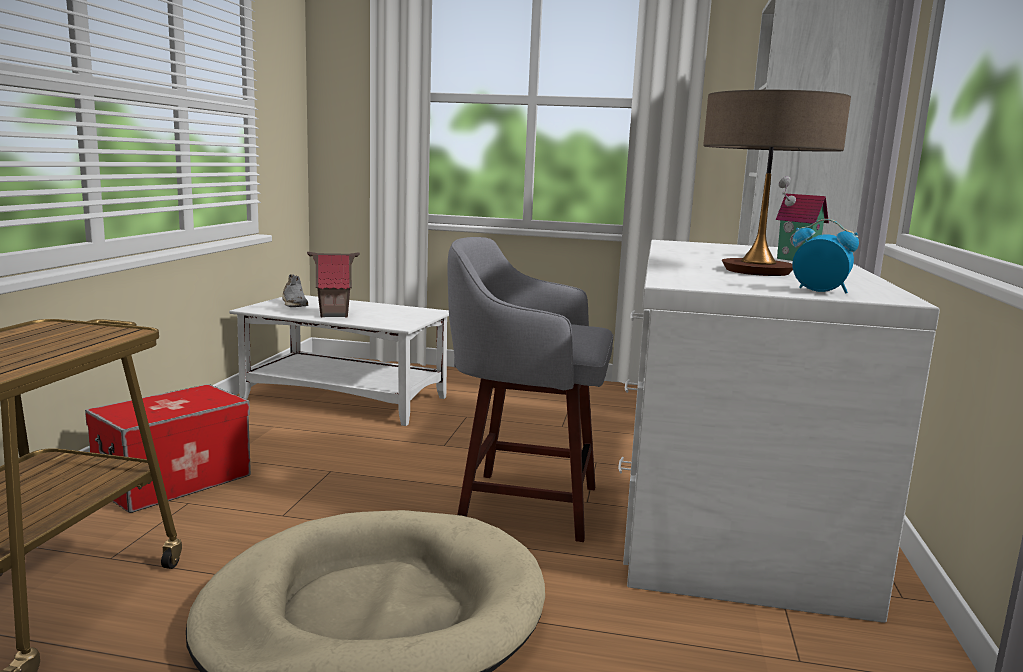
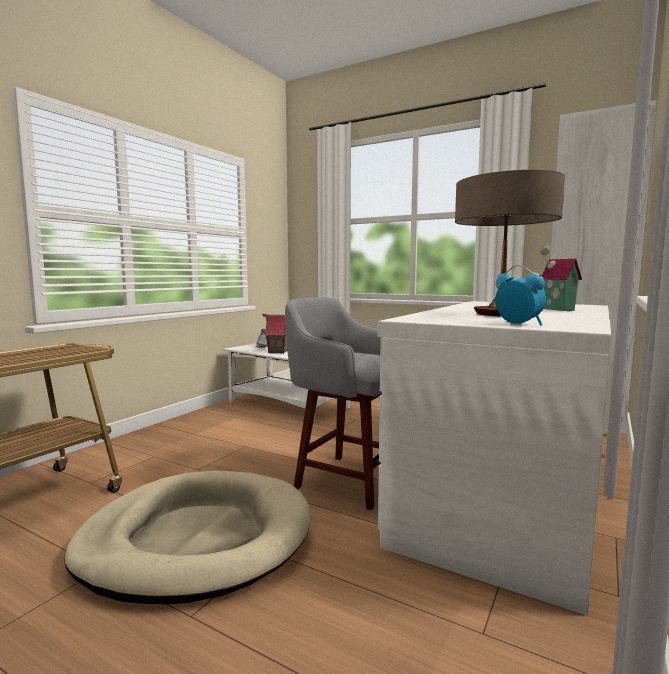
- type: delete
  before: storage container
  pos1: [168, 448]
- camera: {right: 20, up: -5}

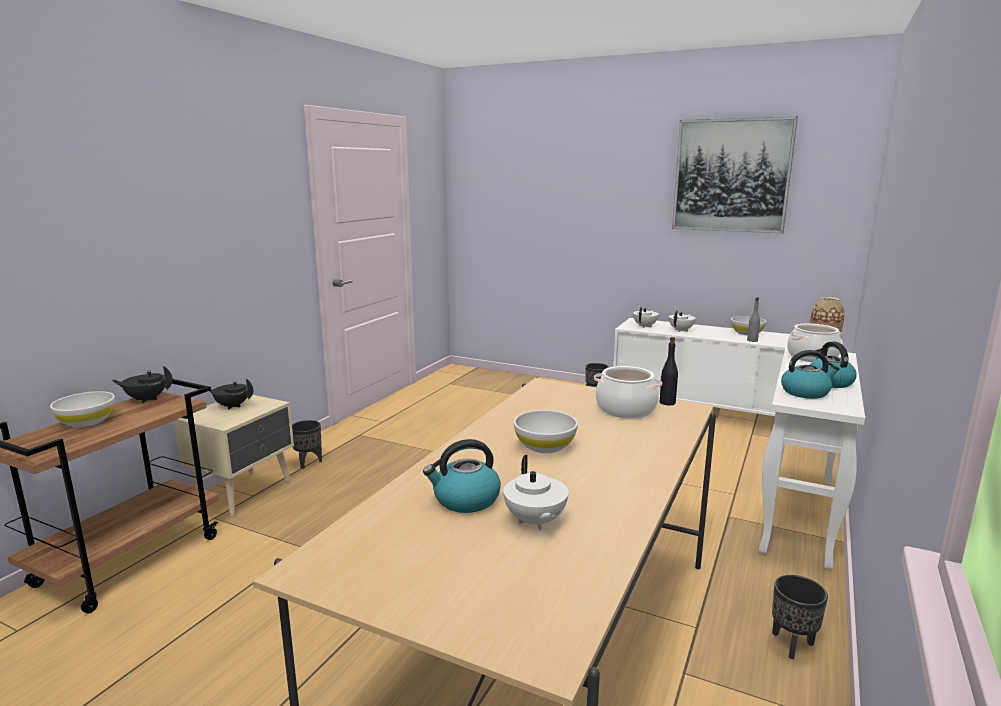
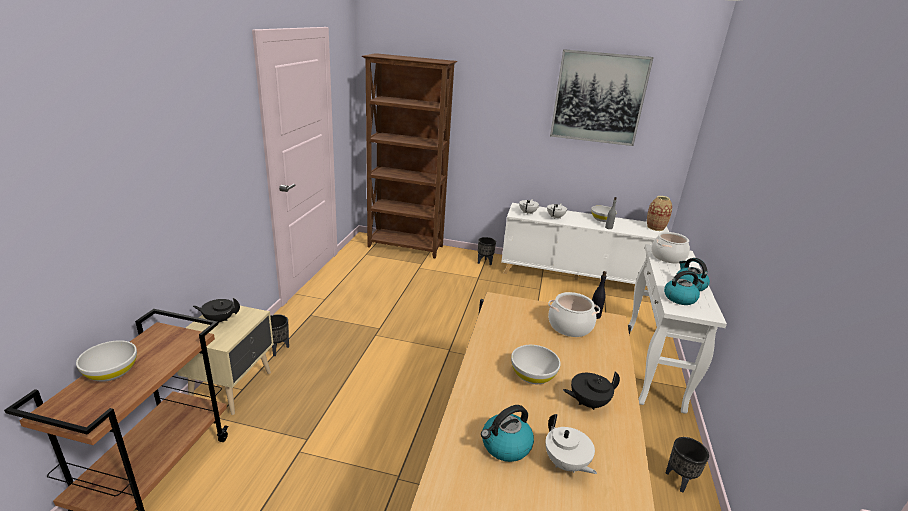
- type: insert
  after: brownish bookcase
  pos2: [409, 155]
- type: move
  before: black-coloured pot for tea
  pos1: [142, 384]
  pos2: [591, 390]
- camera: {right: -15, up: 10}

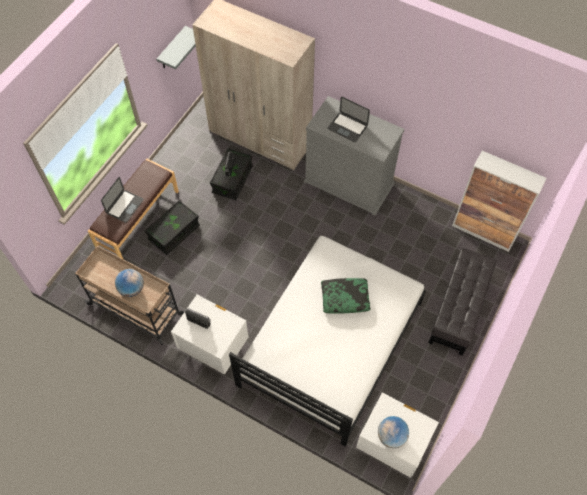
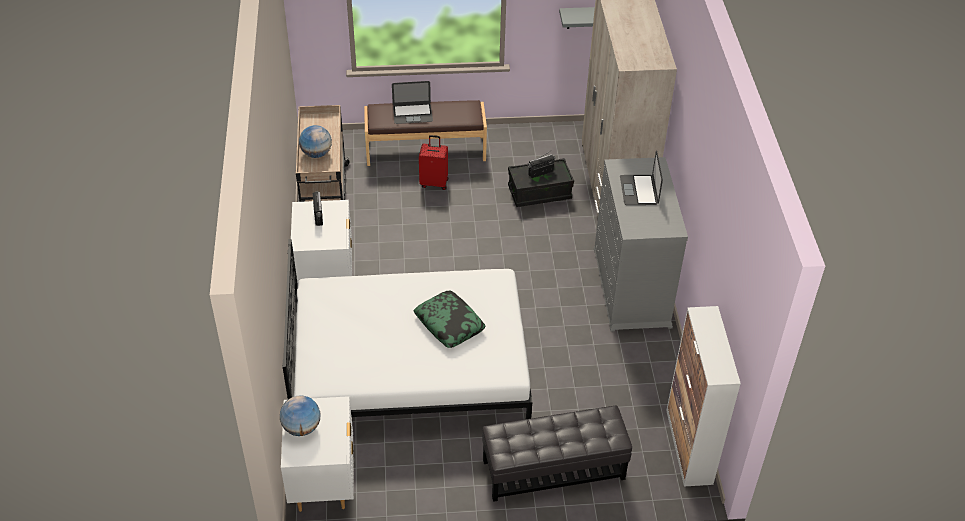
- type: replace
  before: black-coloured storage container
  after: red-coloured piece of luggage
  pos1: [172, 227]
  pos2: [433, 162]
- camera: {right: 55, up: -15}

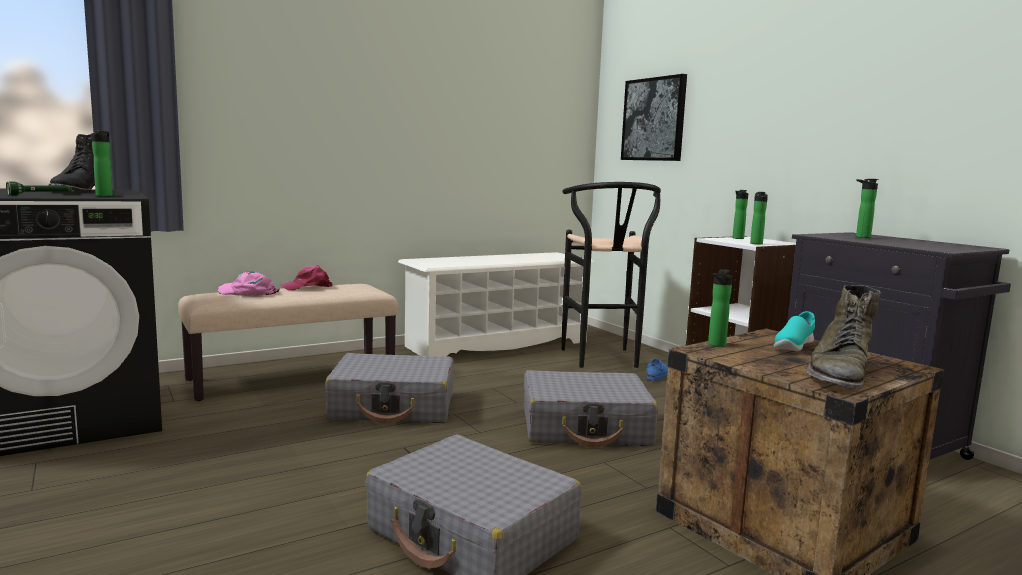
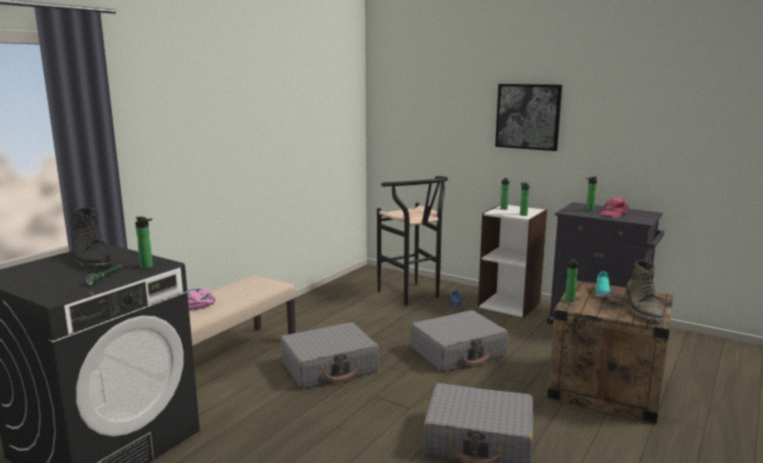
- type: move
  before: picture
  pos1: [654, 117]
  pos2: [528, 117]
- type: move
  before: pink cap
  pos1: [307, 277]
  pos2: [614, 207]
- type: delete
  before: white shoe stand
  pos1: [496, 304]
- camera: {right: -25, up: 5}

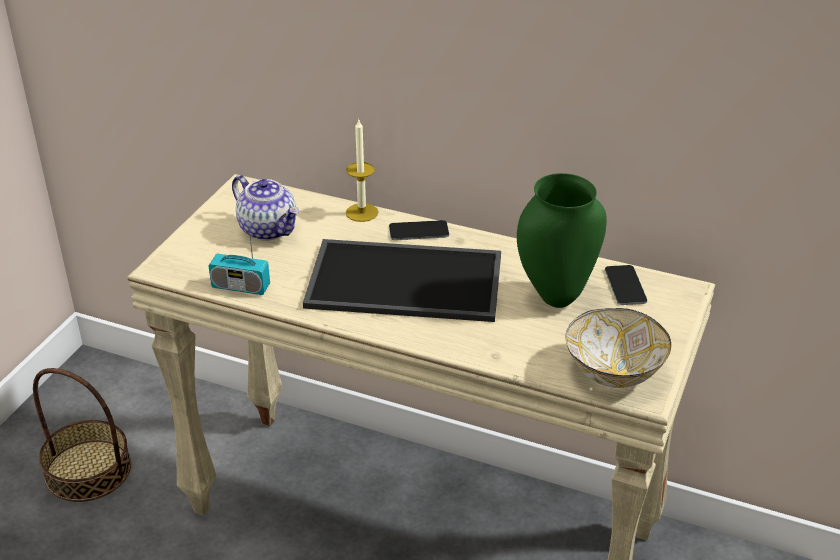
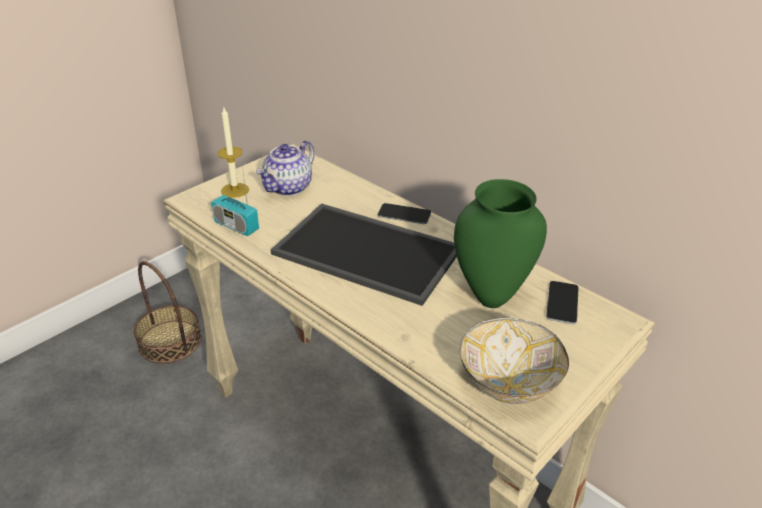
- type: move
  before: wax light
  pos1: [362, 171]
  pos2: [233, 153]
- type: rotate
  before: pot for tea
  pos1: [265, 208]
  pos2: [285, 168]
  turn: 60
- camera: {right: 20, up: 0}

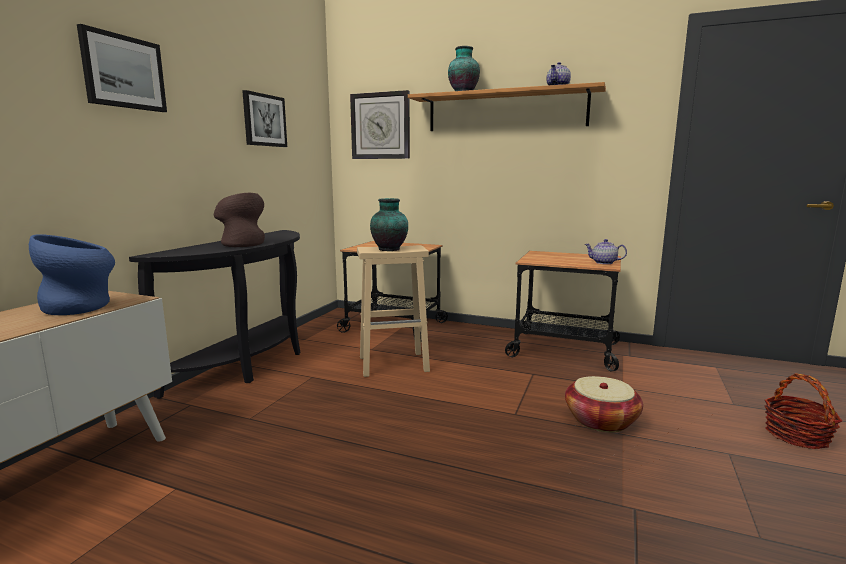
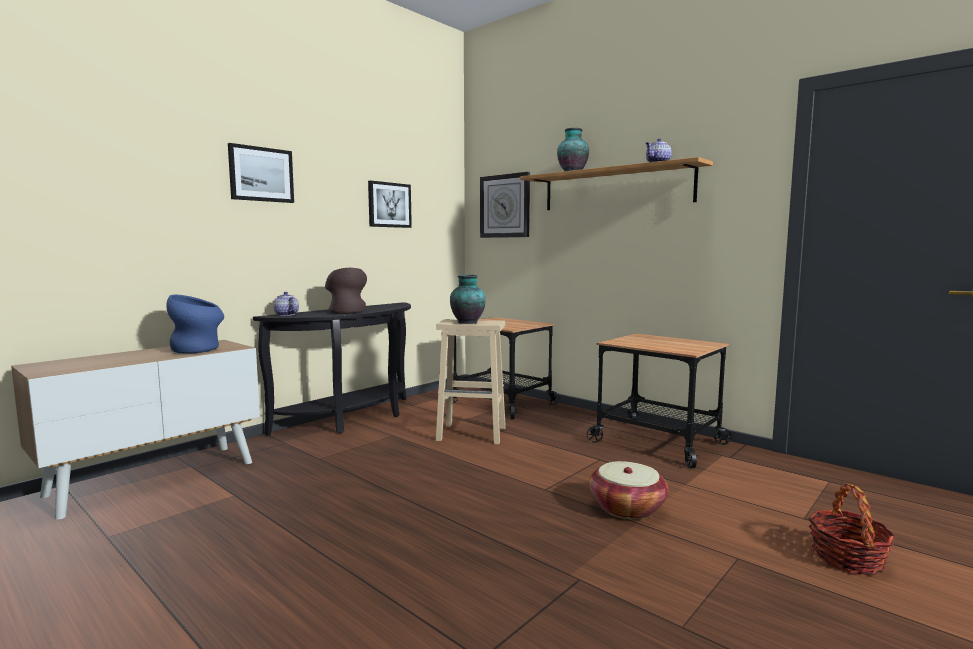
- type: move
  before: pot for tea
  pos1: [606, 251]
  pos2: [286, 304]
- camera: {right: 20, up: -5}

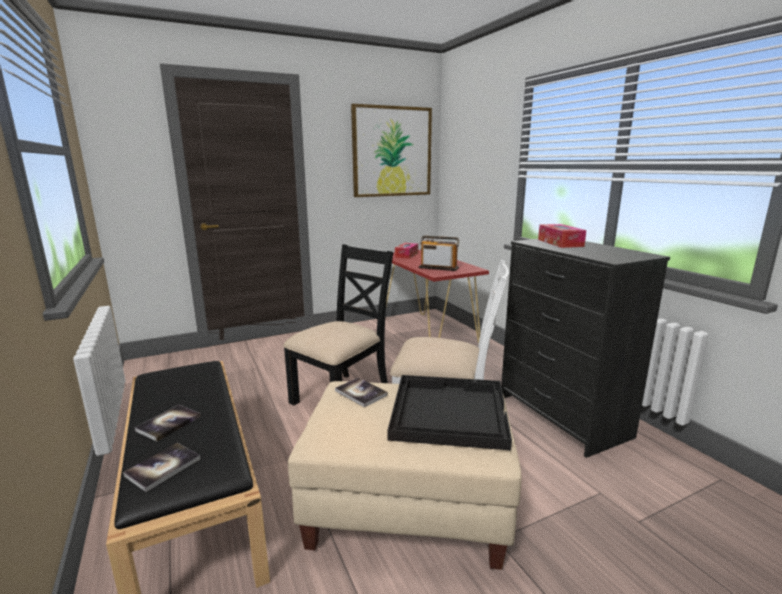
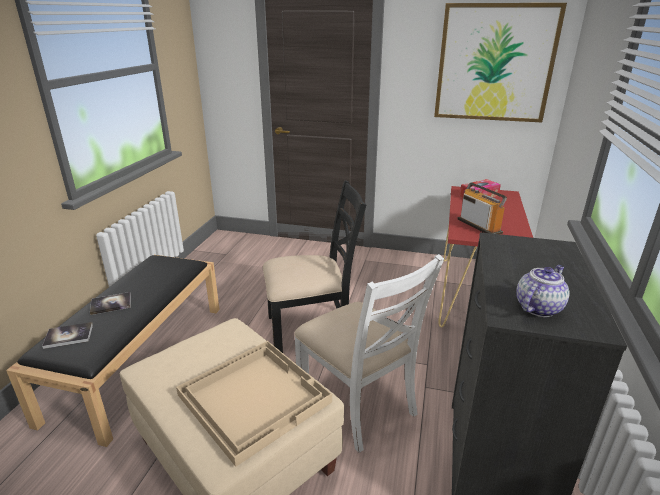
- type: recolor
  before: black-coloured serving tray
  after: beige-coloured serving tray
  pos1: [449, 413]
  pos2: [254, 404]
- type: insert
  after: pot for tea
  pos2: [543, 291]
- type: delete
  before: volume
  pos1: [361, 392]
- type: delete
  before: tissue holder
  pos1: [562, 236]
- camera: {right: 40, up: 10}

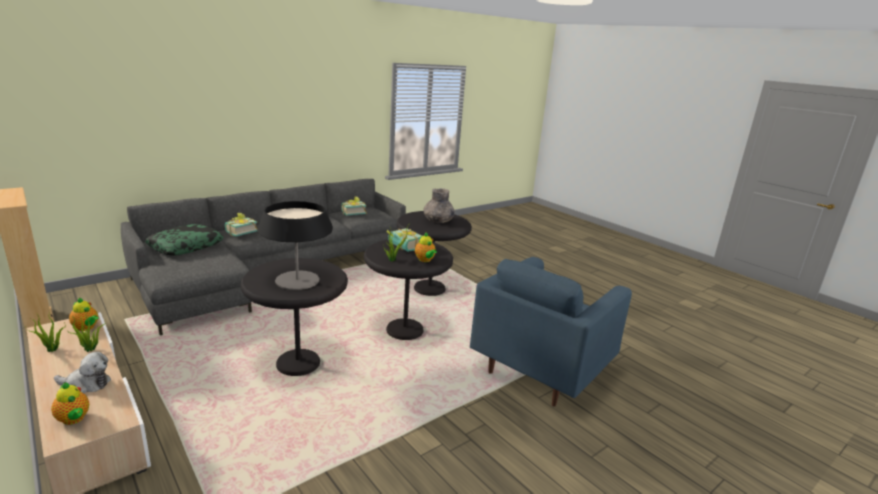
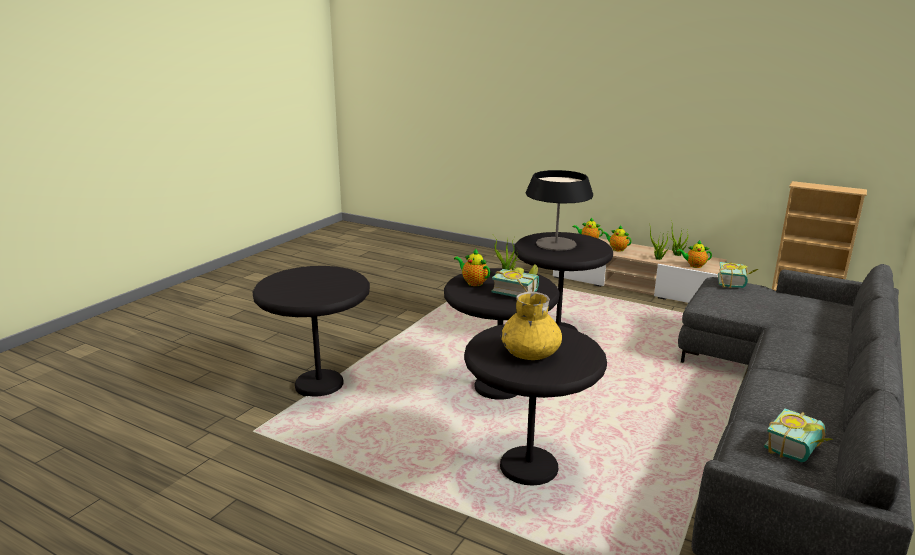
- type: replace
  before: blue lounge chair
  after: black-coloured end table
  pos1: [551, 332]
  pos2: [311, 331]
- type: recolor
  before: gray vase
  after: yellow-coloured vase
  pos1: [439, 205]
  pos2: [531, 325]
- type: replace
  before: plush toy
  after: pot for tea
  pos1: [82, 372]
  pos2: [617, 238]
- type: move
  before: volume
  pos1: [241, 224]
  pos2: [738, 275]
- type: delete
  before: pillow
  pos1: [184, 240]
- camera: {right: 160, up: 0}

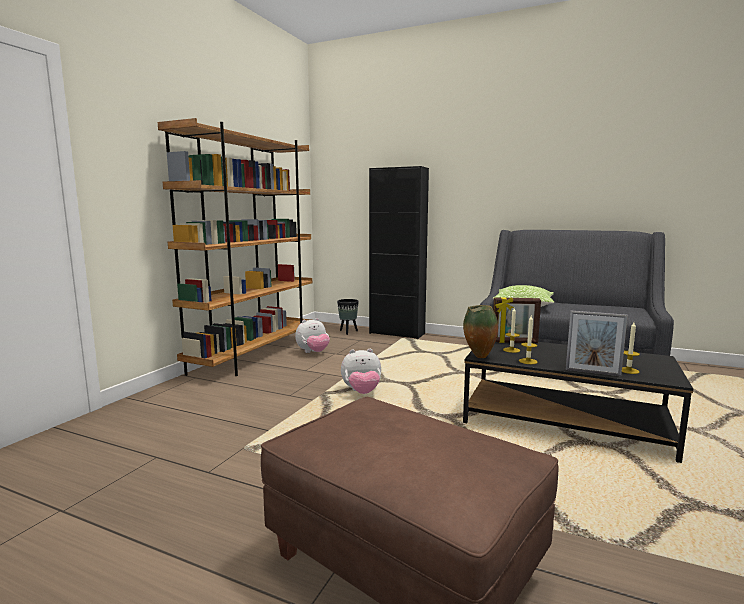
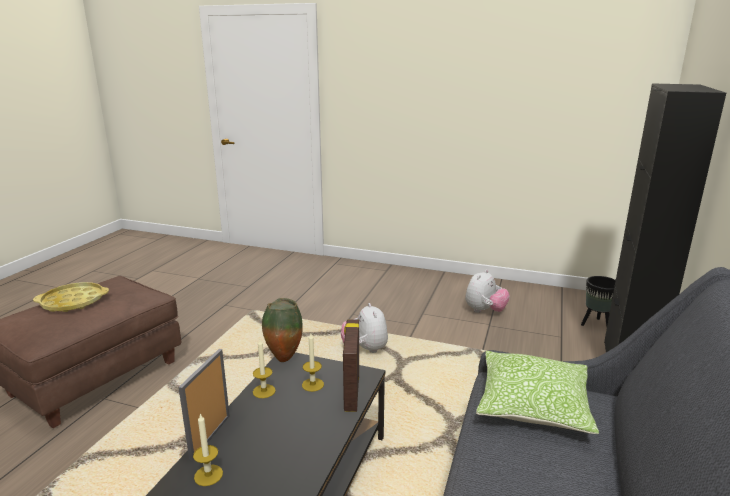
- type: insert
  after: yellow-coloured serving tray
  pos2: [71, 297]
- type: rotate
  before: plush toy
  pos1: [312, 335]
  pos2: [487, 291]
  turn: -105
- type: delete
  before: brownish bookcase
  pos1: [235, 247]
- camera: {right: 85, up: 10}

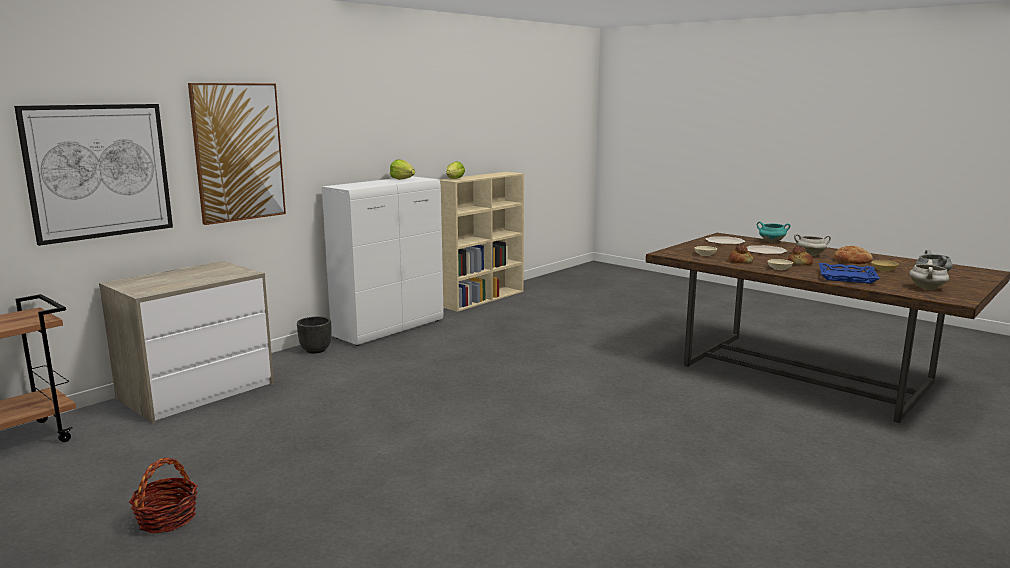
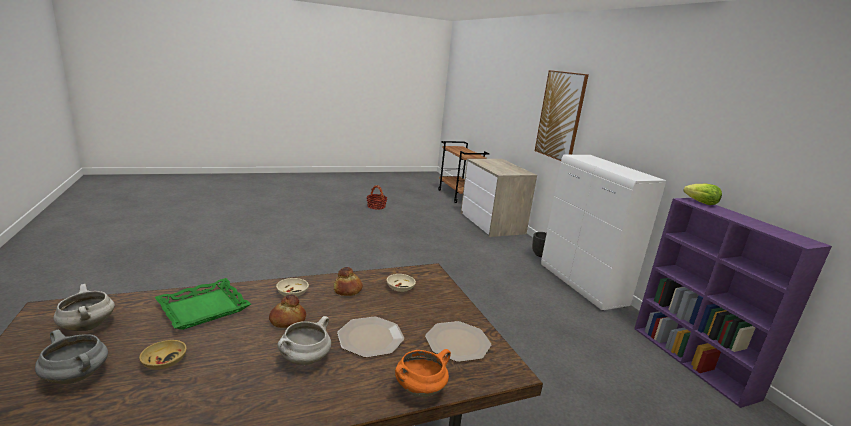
- type: recolor
  before: blue serving tray
  after: greenish serving tray
  pos1: [849, 273]
  pos2: [203, 304]
- type: recolor
  before: blue-green stockpot
  after: orange-coloured stockpot
  pos1: [774, 232]
  pos2: [423, 373]
- type: recolor
  before: beige-coloured bookcase
  after: purple-coloured bookcase
  pos1: [482, 242]
  pos2: [733, 303]
- type: delete
  before: picture
  pos1: [93, 175]
- type: delete
  before: lettuce
  pos1: [402, 169]
- type: delete
  before: bakery bread
  pos1: [853, 255]
- camera: {right: 115, up: 5}

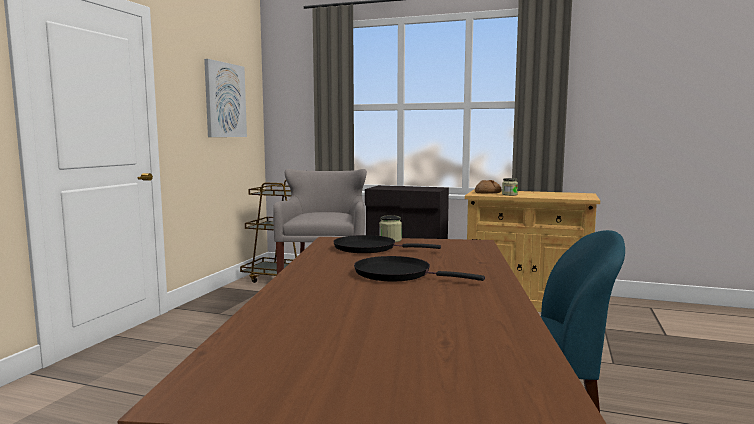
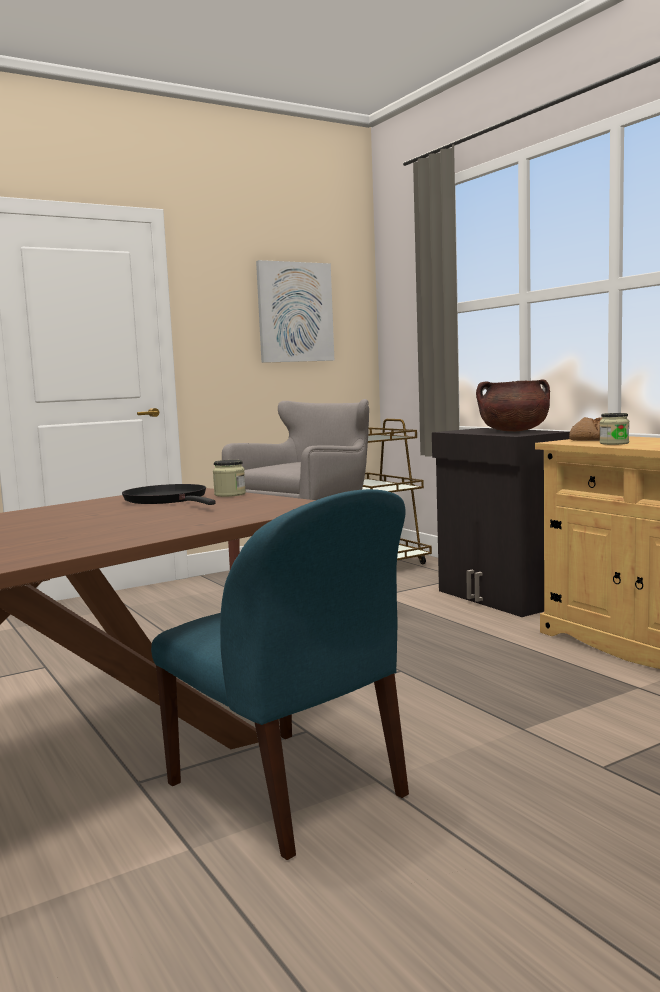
- type: insert
  after: brownish stockpot
  pos2: [513, 405]
- type: delete
  before: black-coloured pan
  pos1: [419, 268]
- camera: {right: 40, up: 0}

